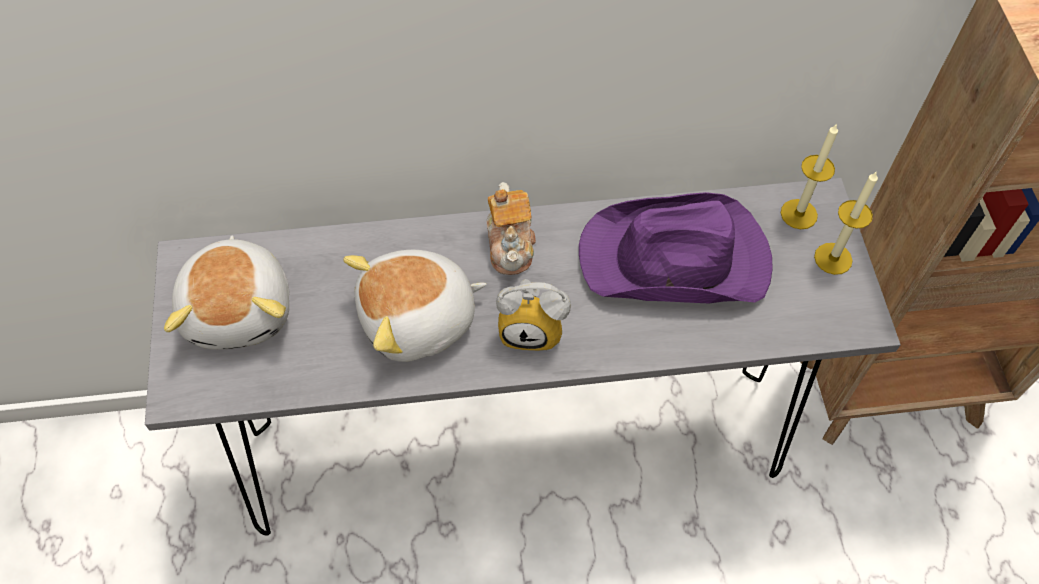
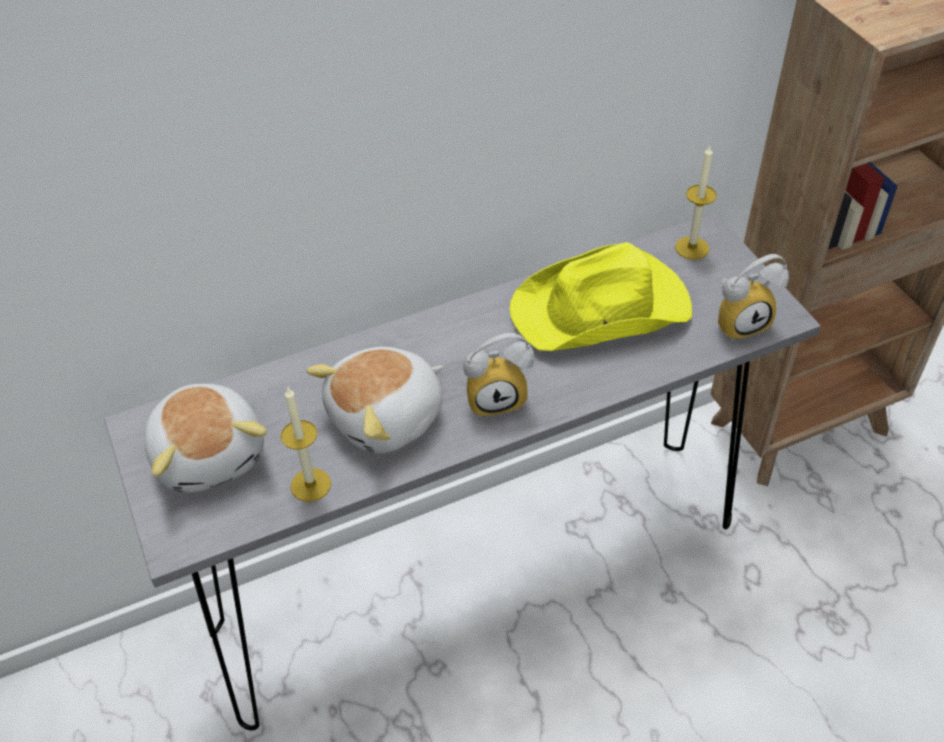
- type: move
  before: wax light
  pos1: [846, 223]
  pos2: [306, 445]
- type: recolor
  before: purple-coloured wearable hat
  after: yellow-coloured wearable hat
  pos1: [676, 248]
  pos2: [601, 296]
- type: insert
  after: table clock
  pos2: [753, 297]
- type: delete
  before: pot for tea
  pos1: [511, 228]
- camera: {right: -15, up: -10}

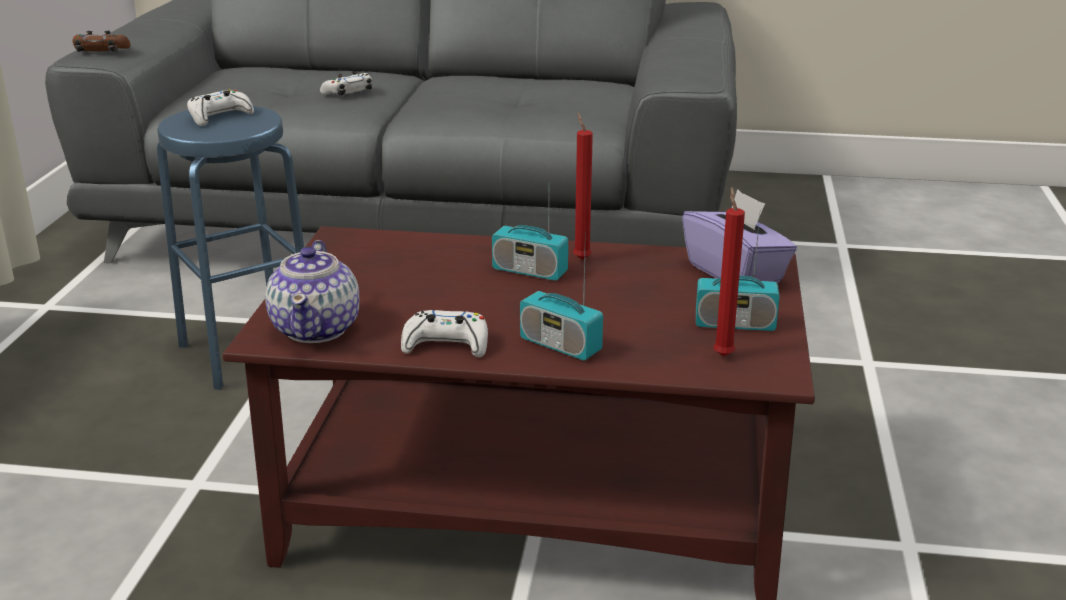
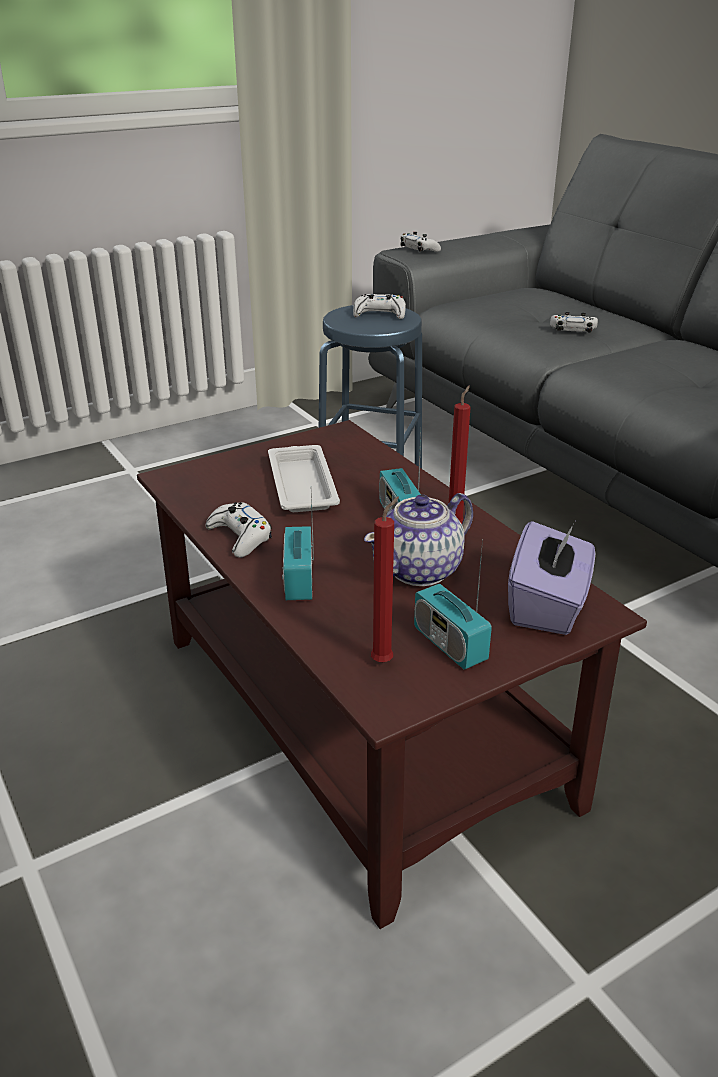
- type: insert
  after: white serving tray
  pos2: [304, 478]
- type: move
  before: pot for tea
  pos1: [312, 291]
  pos2: [418, 539]
- type: recolor
  before: brownish gamepad
  after: white gamepad
  pos1: [101, 41]
  pos2: [420, 242]
- camera: {right: 50, up: 5}

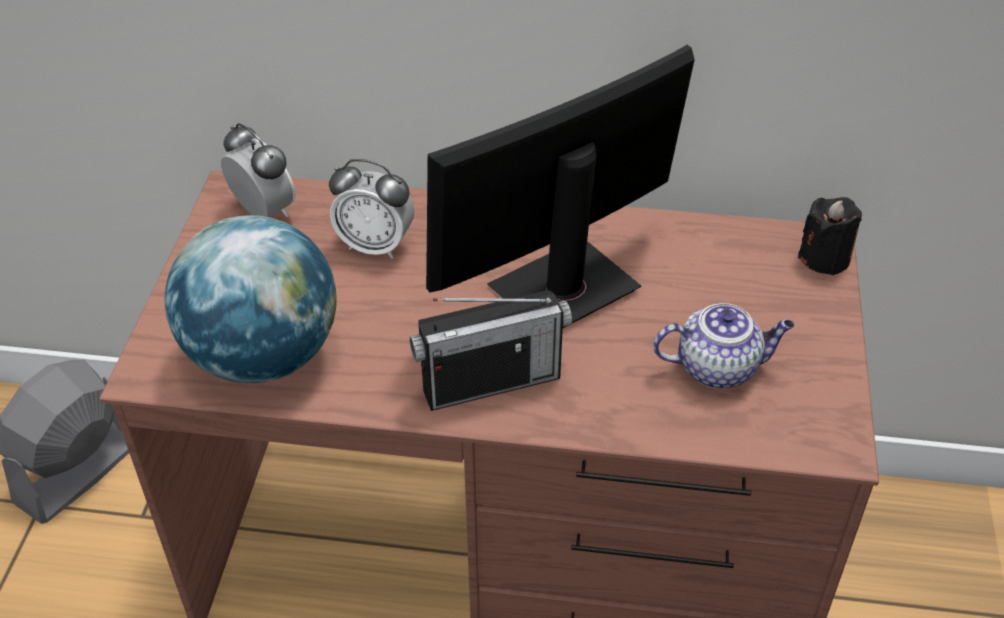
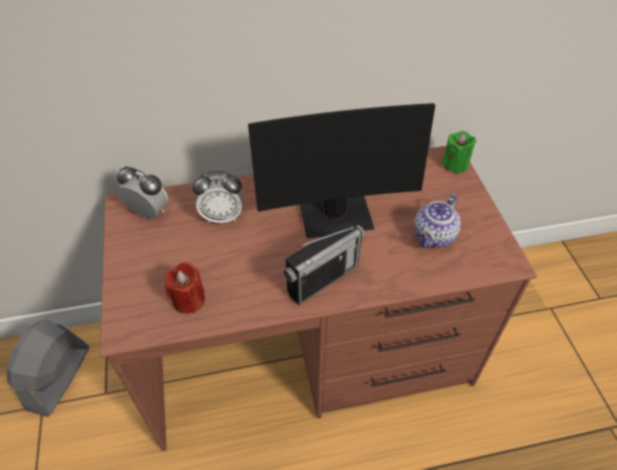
- type: replace
  before: desk globe
  after: red-coloured wax light
  pos1: [250, 299]
  pos2: [185, 288]
- type: rotate
  before: computer screen
  pos1: [560, 186]
  pos2: [341, 170]
  turn: -135
- type: rotate
  before: pot for tea
  pos1: [723, 346]
  pos2: [437, 221]
  turn: 150
- type: recolor
  before: black-coloured wax light
  after: greenish wax light
  pos1: [830, 236]
  pos2: [459, 152]
- camera: {right: -20, up: 5}

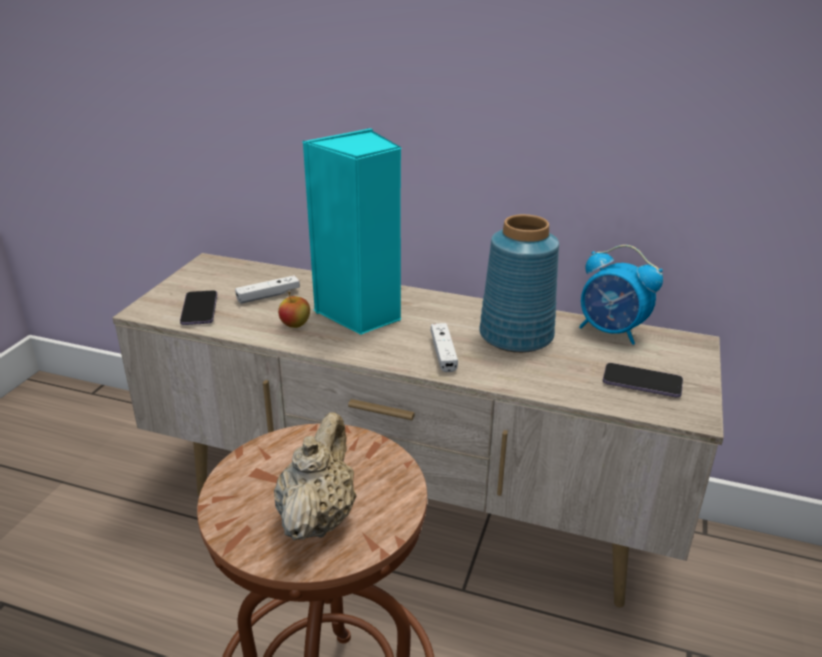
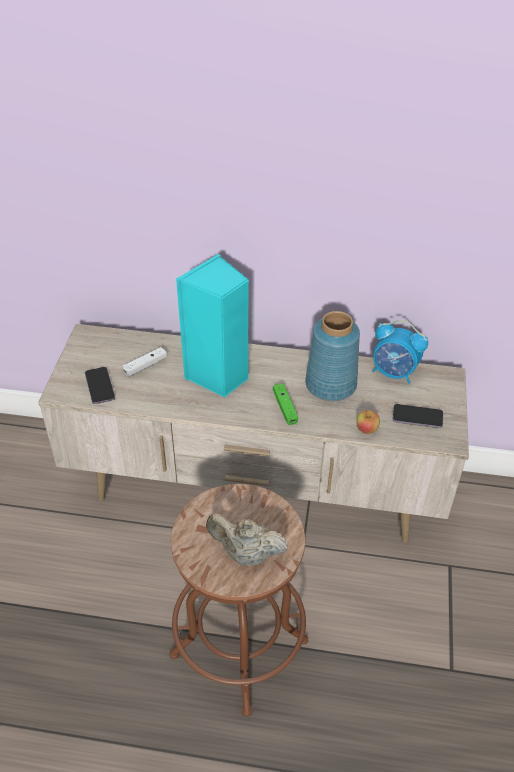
- type: rotate
  before: beige-coloured pot for tea
  pos1: [315, 476]
  pos2: [247, 539]
  turn: -75
- type: recolor
  before: white gamepad
  after: greenish gamepad
  pos1: [444, 347]
  pos2: [285, 404]
- type: move
  before: whole apple
  pos1: [294, 310]
  pos2: [368, 422]
- camera: {right: -10, up: 15}

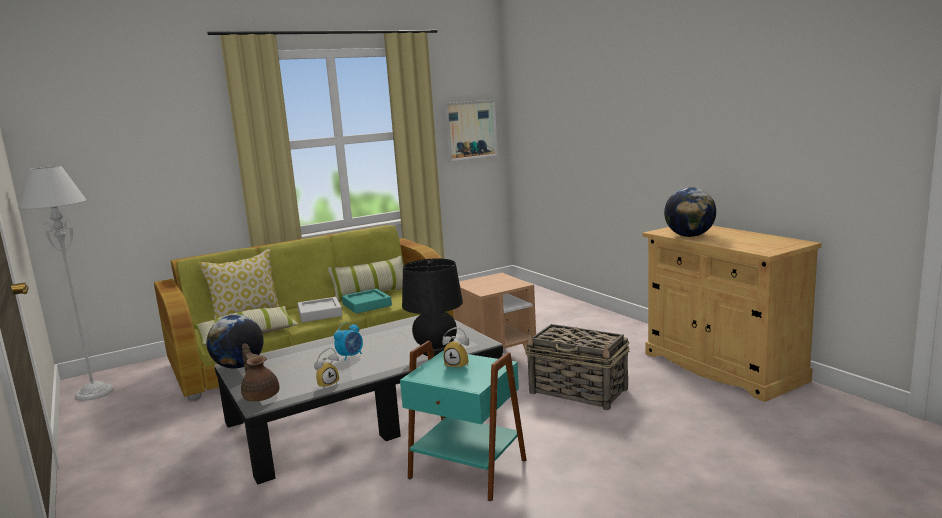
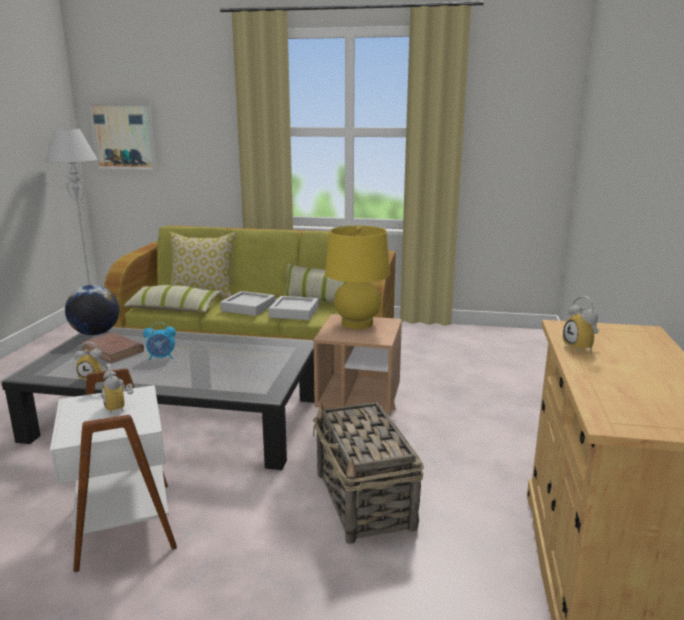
- type: recolor
  before: blue-green end table
  after: white end table
  pos1: [463, 421]
  pos2: [113, 470]
- type: insert
  after: brownish volume
  pos2: [112, 347]
- type: move
  before: picture
  pos1: [471, 130]
  pos2: [123, 136]
- type: recolor
  before: blue-green serving tray
  after: gray serving tray
  pos1: [367, 301]
  pos2: [293, 308]
- type: insert
  after: yellow-coloured table lamp
  pos2: [357, 277]
- type: replace
  before: desk globe
  after: table clock
  pos1: [690, 212]
  pos2: [581, 324]
- type: delete
  before: brownish pot for tea
  pos1: [260, 372]
- type: delete
  before: black-coloured table lamp
  pos1: [432, 307]
- camera: {right: 40, up: 5}

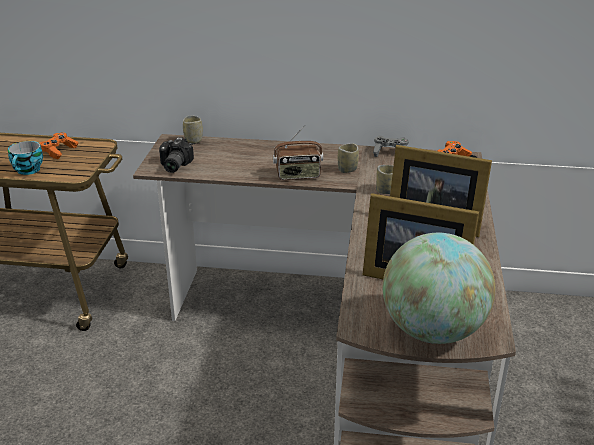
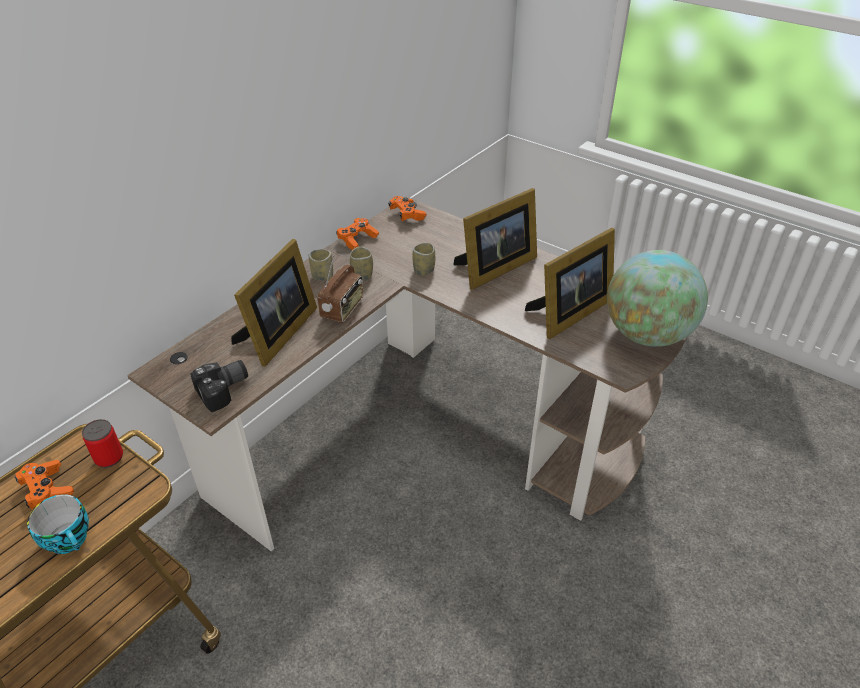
- type: insert
  after: can
  pos2: [102, 443]
- type: rotate
  before: photo camera
  pos1: [176, 155]
  pos2: [219, 386]
  turn: -75
- type: insert
  after: standing frame
  pos2: [274, 303]
- type: move
  before: cup
  pos1: [193, 129]
  pos2: [321, 265]
- type: recolor
  before: gray gamepad
  after: orange-coloured gamepad
  pos1: [391, 146]
  pos2: [357, 234]
- camera: {right: -60, up: 10}

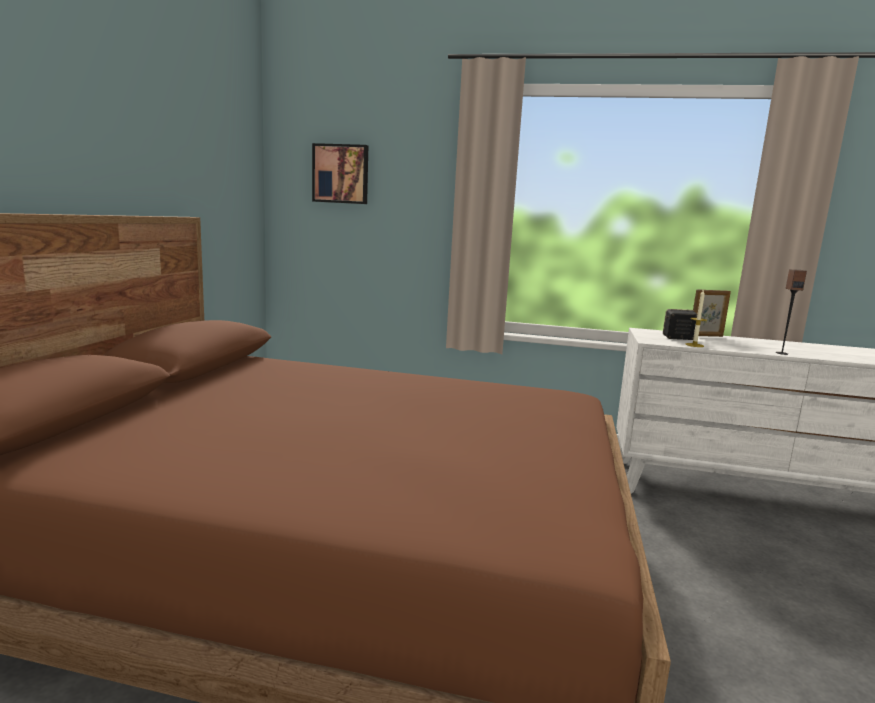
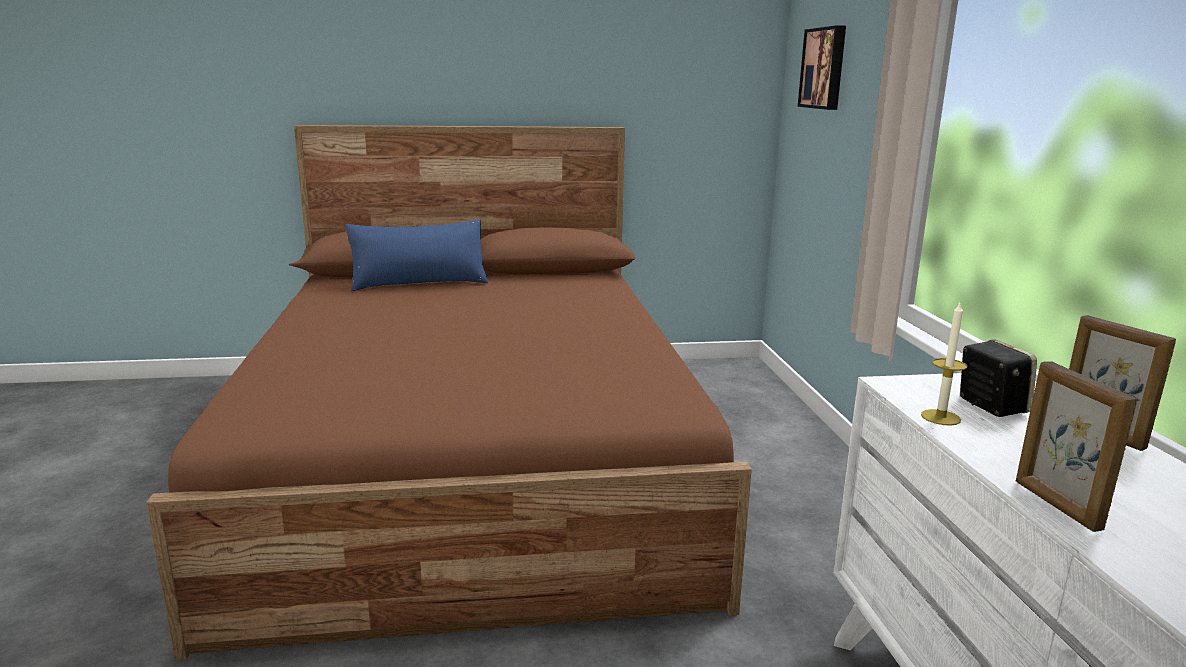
- type: insert
  after: blue pillow
  pos2: [416, 255]
- type: replace
  before: audio speaker
  after: standing frame
  pos1: [791, 312]
  pos2: [1076, 446]
- camera: {right: 70, up: 5}

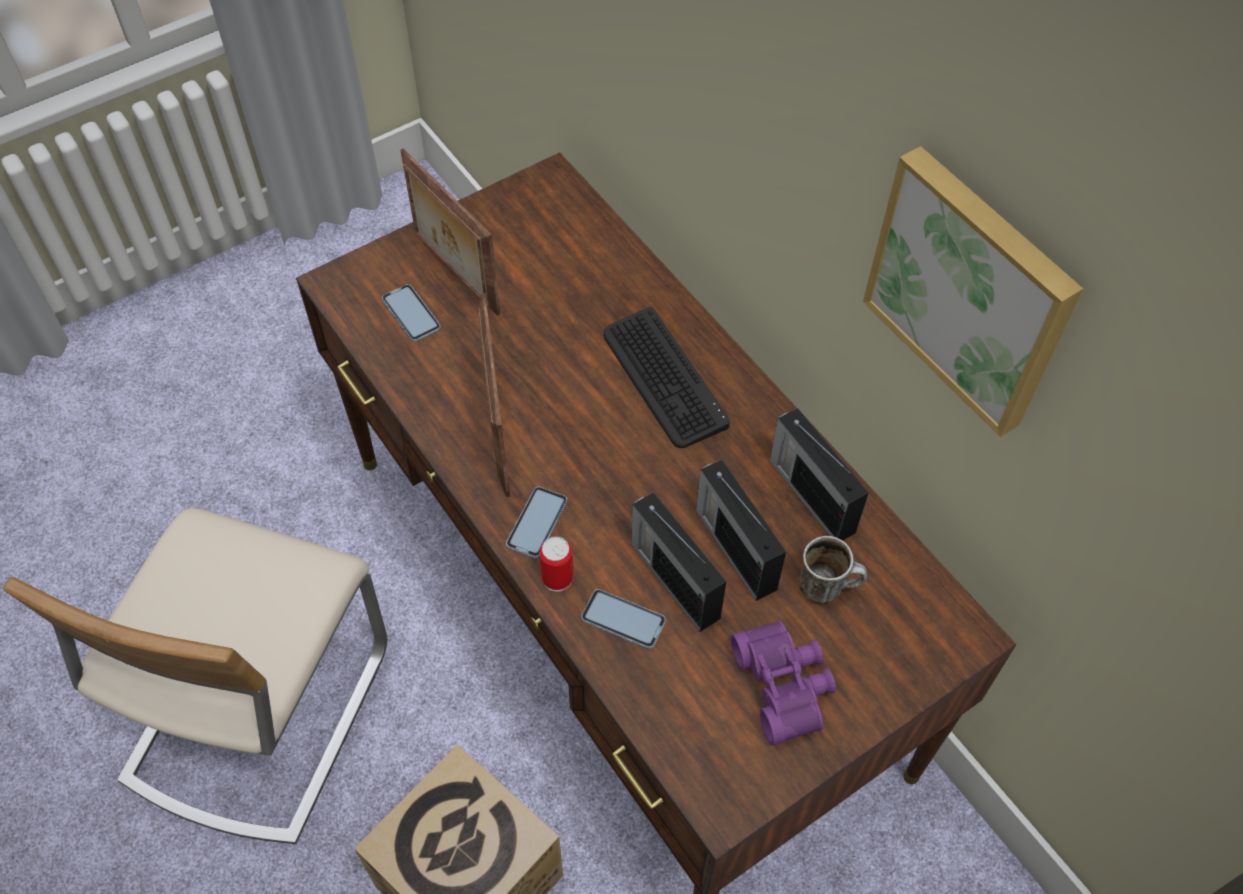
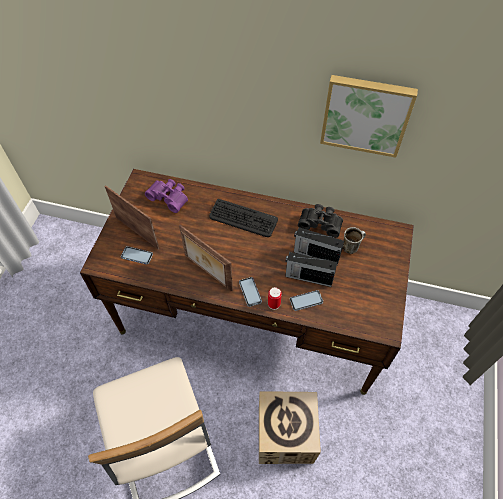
- type: rotate
  before: standing frame
  pos1: [450, 232]
  pos2: [132, 217]
  turn: -150
- type: move
  before: purple-coloured field glasses
  pos1: [783, 683]
  pos2: [166, 196]
- type: replace
  before: radio receiver
  after: black-coloured field glasses
  pos1: [819, 474]
  pos2: [320, 221]
- camera: {right: -40, up: 0}

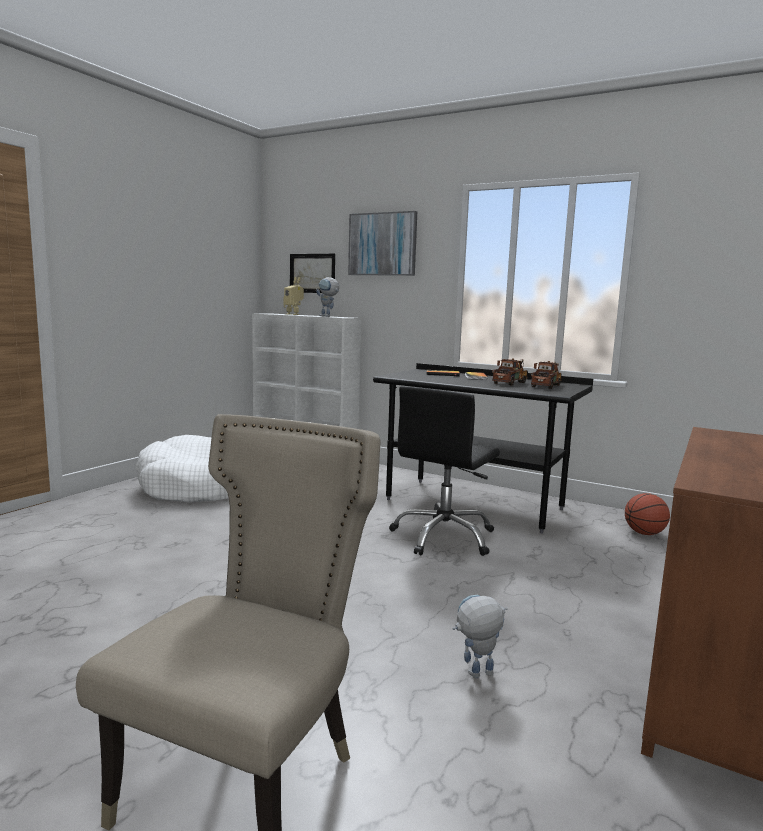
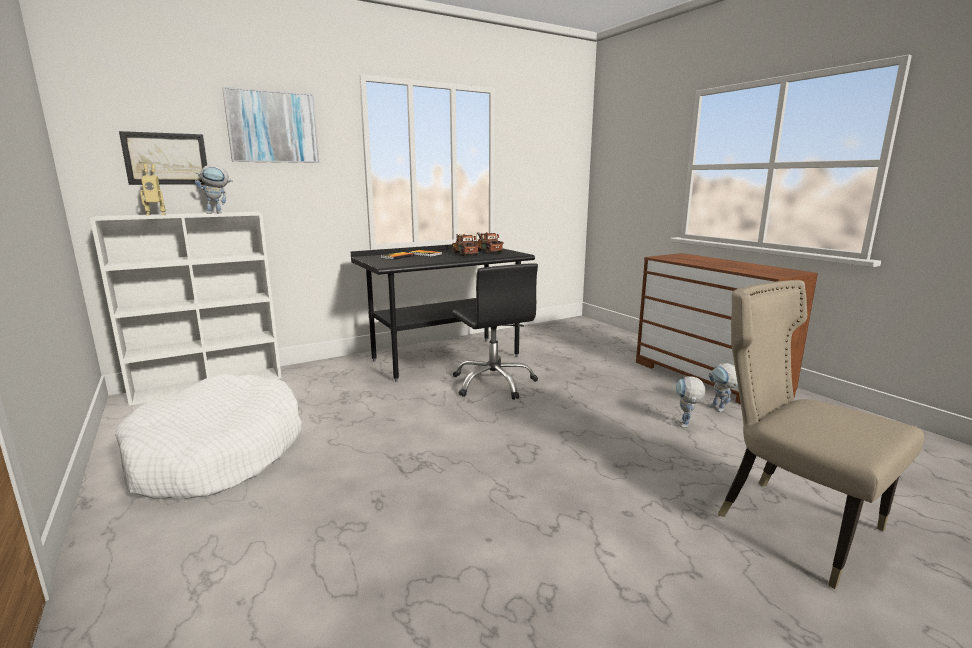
- type: insert
  after: toy robot
  pos2: [723, 387]
- type: delete
  before: basketball
  pos1: [647, 514]
- camera: {right: -60, up: 5}

